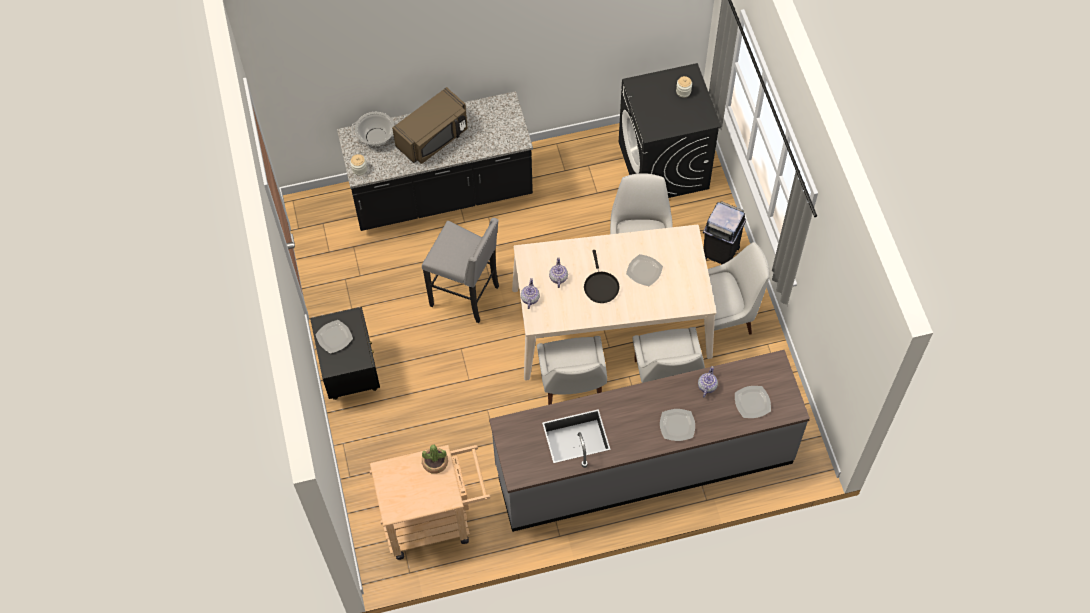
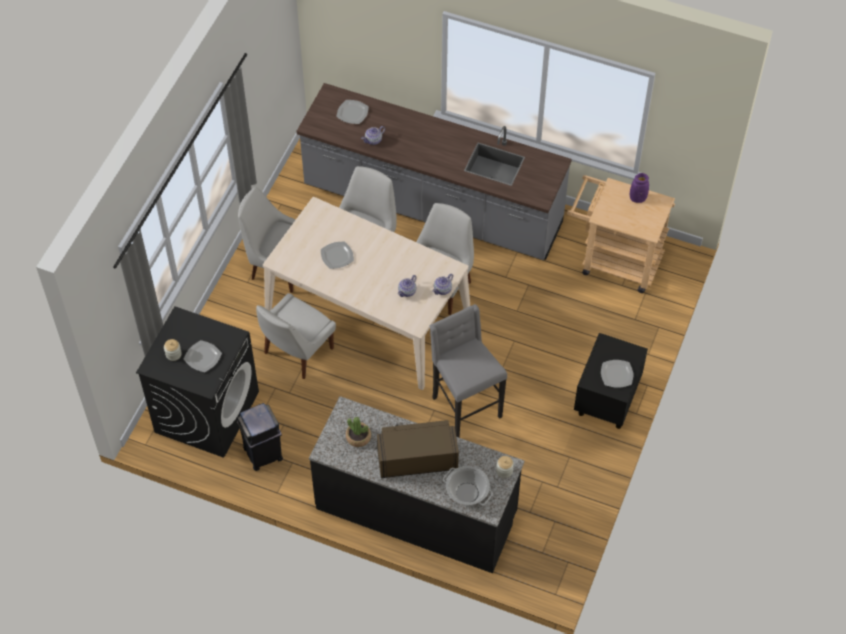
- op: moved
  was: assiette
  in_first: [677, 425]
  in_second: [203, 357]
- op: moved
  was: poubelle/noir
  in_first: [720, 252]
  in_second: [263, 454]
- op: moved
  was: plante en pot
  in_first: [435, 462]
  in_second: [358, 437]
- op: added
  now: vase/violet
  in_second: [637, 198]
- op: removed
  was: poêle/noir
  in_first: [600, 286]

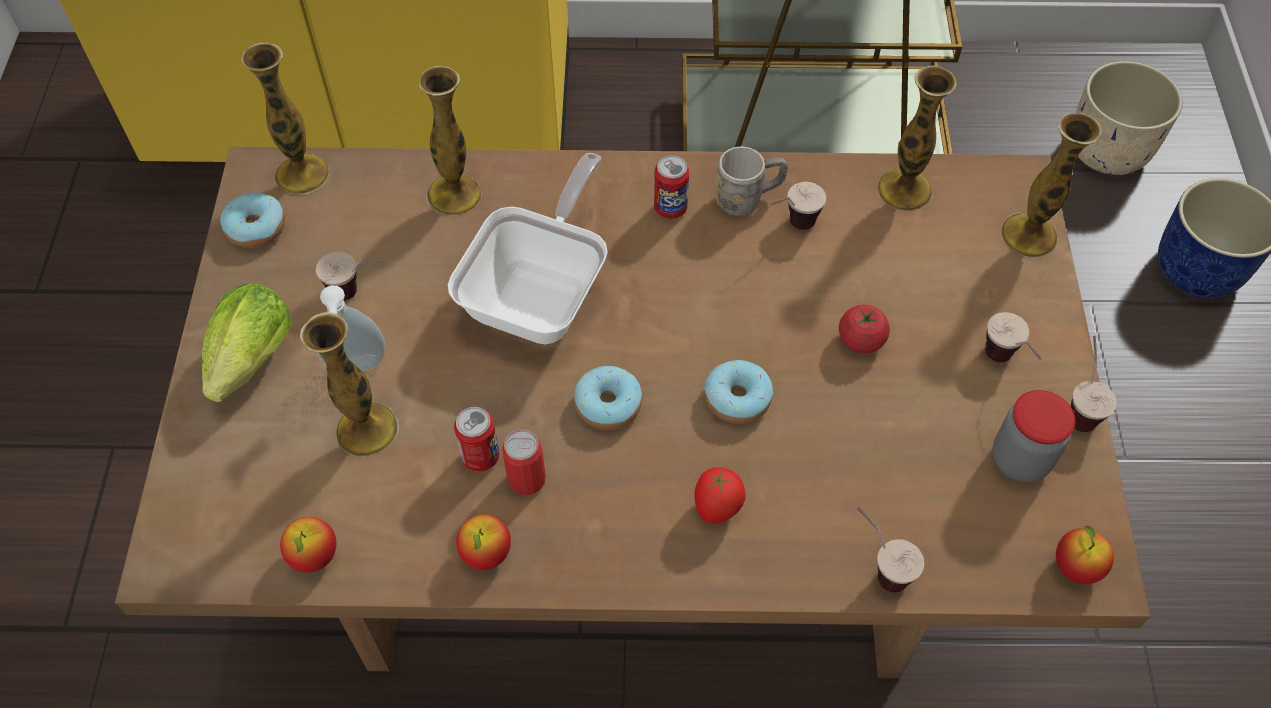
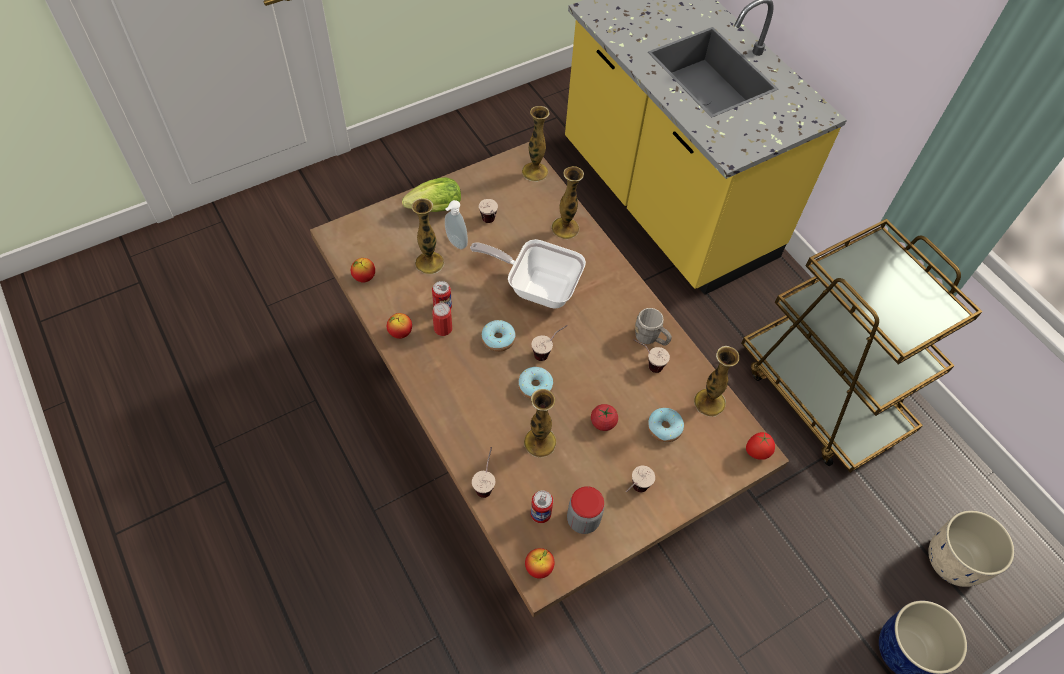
- op: turned
  was: poêle
  in_first: [542, 294]
  in_second: [537, 286]
  clockwise: -150
- op: moved
  was: vase
  in_first: [1028, 235]
  in_second: [540, 442]
- op: moved
  was: boîte métallique
  in_first: [670, 208]
  in_second: [540, 514]
- op: moved
  was: tasse
  in_first: [1079, 405]
  in_second: [548, 351]
- op: moved
  was: beignet
  in_first: [256, 228]
  in_second: [664, 428]
- op: moved
  was: tomate
  in_first: [717, 508]
  in_second: [756, 453]

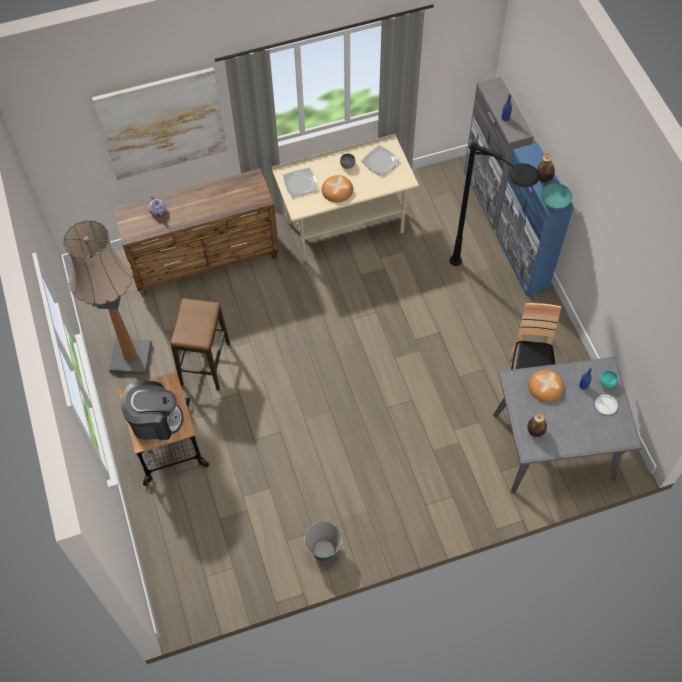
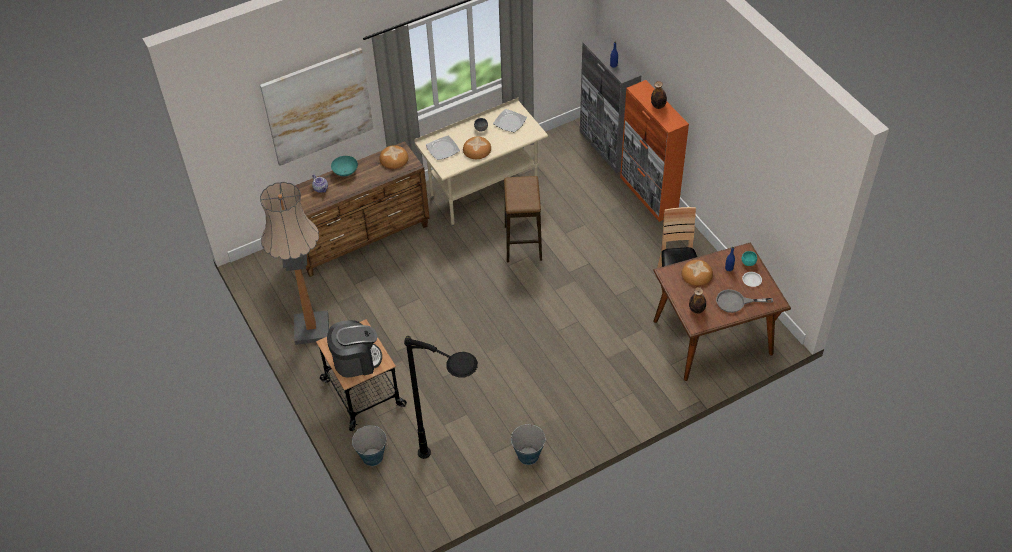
- op: moved
  was: bol/turquoise
  in_first: [555, 202]
  in_second: [346, 172]
- op: added
  now: seau
  in_second: [372, 456]
- op: added
  now: pain
  in_second: [393, 159]
- op: moved
  was: lampadaire/noir
  in_first: [485, 284]
  in_second: [458, 472]
- op: moved
  was: tabouret
  in_first: [205, 364]
  in_second: [523, 243]
- op: recoloured
  was: meuble de rangement/bleu
  now: meuble de rangement/orange
  in_first: [521, 261]
  in_second: [648, 195]
- op: recoloured
  was: table à manger/gris
  now: table à manger/marron
  in_first: [553, 446]
  in_second: [712, 337]
- op: added
  now: poêle/gris
  in_second: [736, 302]

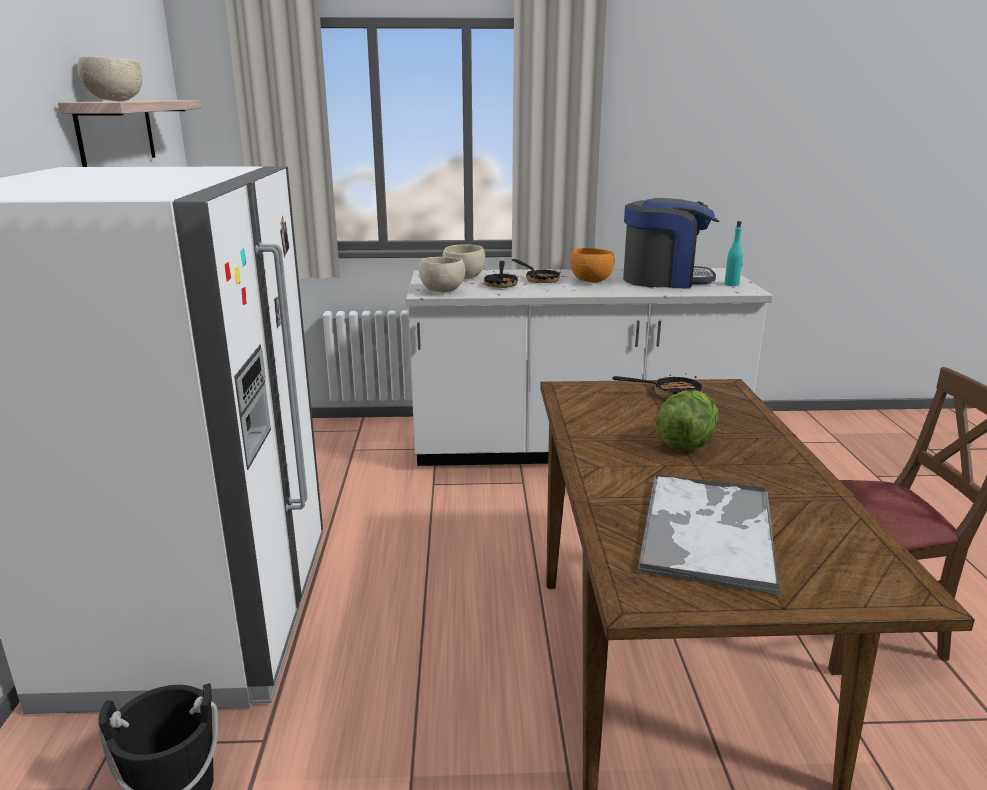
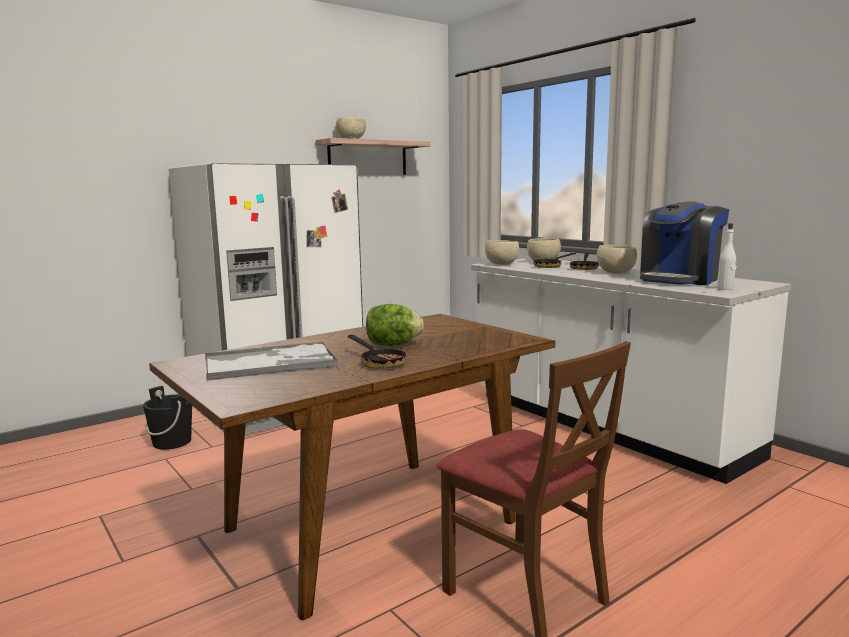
- op: moved
  was: poêle
  in_first: [669, 394]
  in_second: [379, 362]
- op: recoloured
  was: bol/orange
  now: bol/beige
  in_first: [591, 281]
  in_second: [616, 273]
- op: turned
  was: machine à café
  in_first: [665, 279]
  in_second: [679, 279]
  clockwise: 75
- op: recoloured
  was: bouteille/turquoise
  now: bouteille/blanc
  in_first: [732, 284]
  in_second: [725, 289]

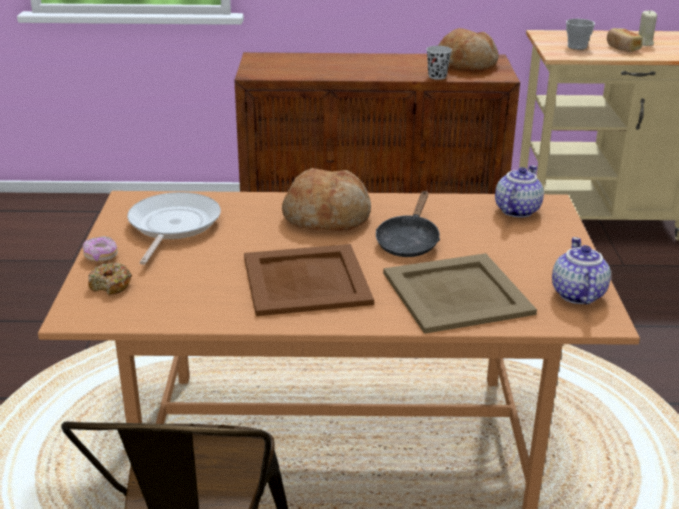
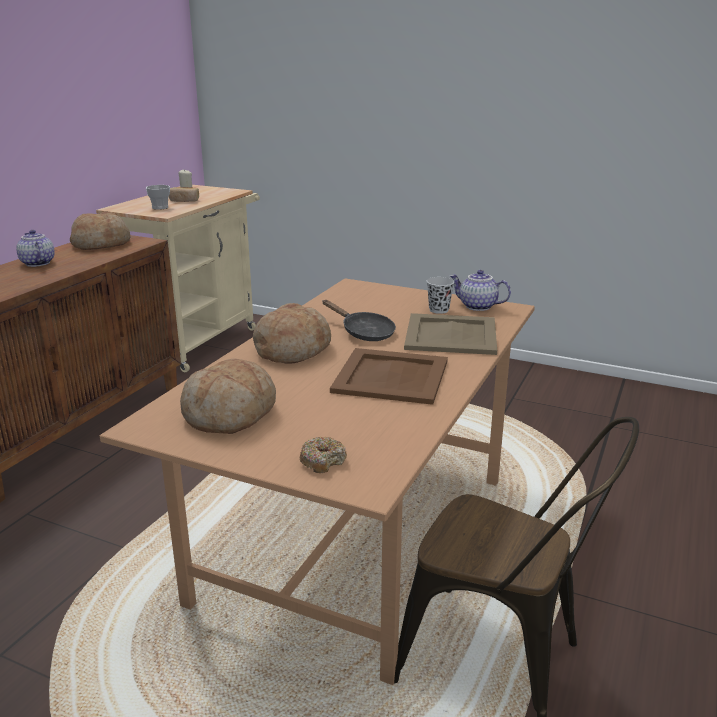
- op: moved
  was: théière
  in_first: [516, 210]
  in_second: [36, 263]
- op: replaced
  was: poêle
  now: pain
  in_first: [172, 226]
  in_second: [230, 414]
- op: moved
  was: tasse/noir
  in_first: [437, 76]
  in_second: [439, 310]
- op: removed
  was: beignet
  in_first: [101, 256]

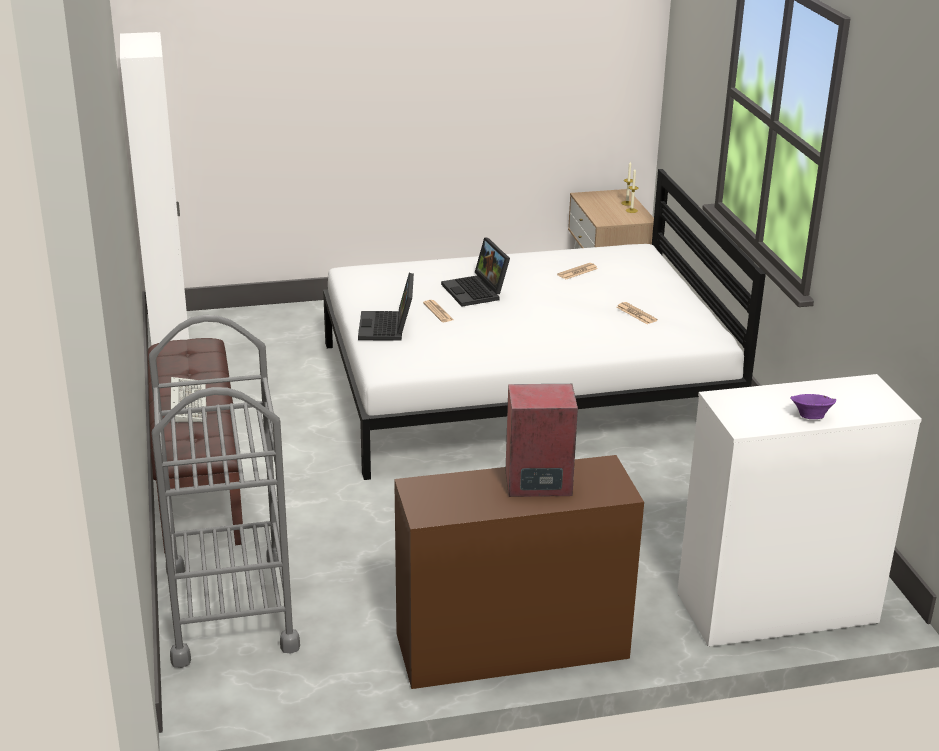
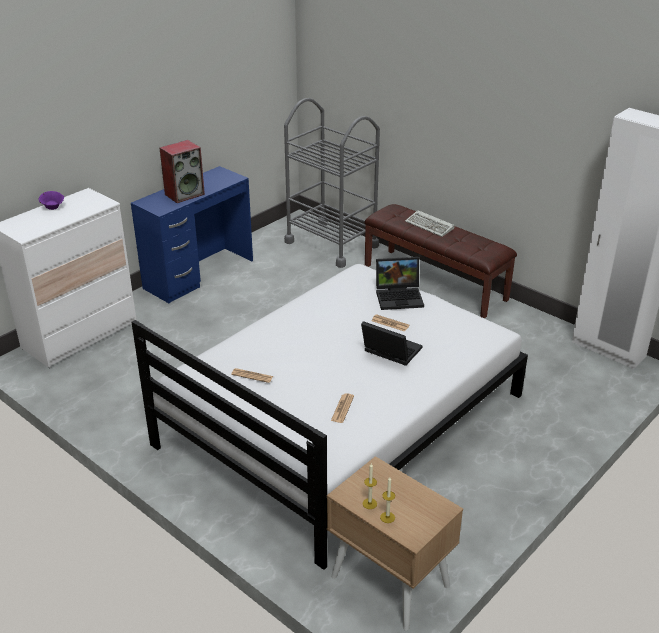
- op: recoloured
  was: bureau/marron
  now: bureau/bleu
  in_first: [511, 646]
  in_second: [199, 274]
- op: turned
  was: ordinateur portable
  in_first: [388, 328]
  in_second: [400, 297]
  clockwise: 120

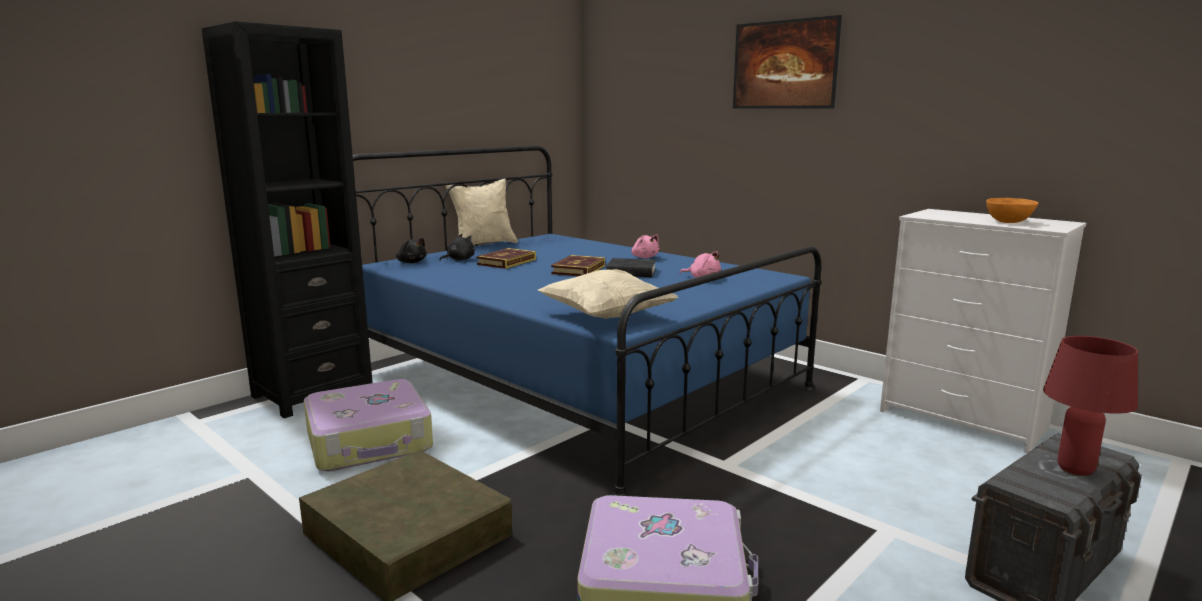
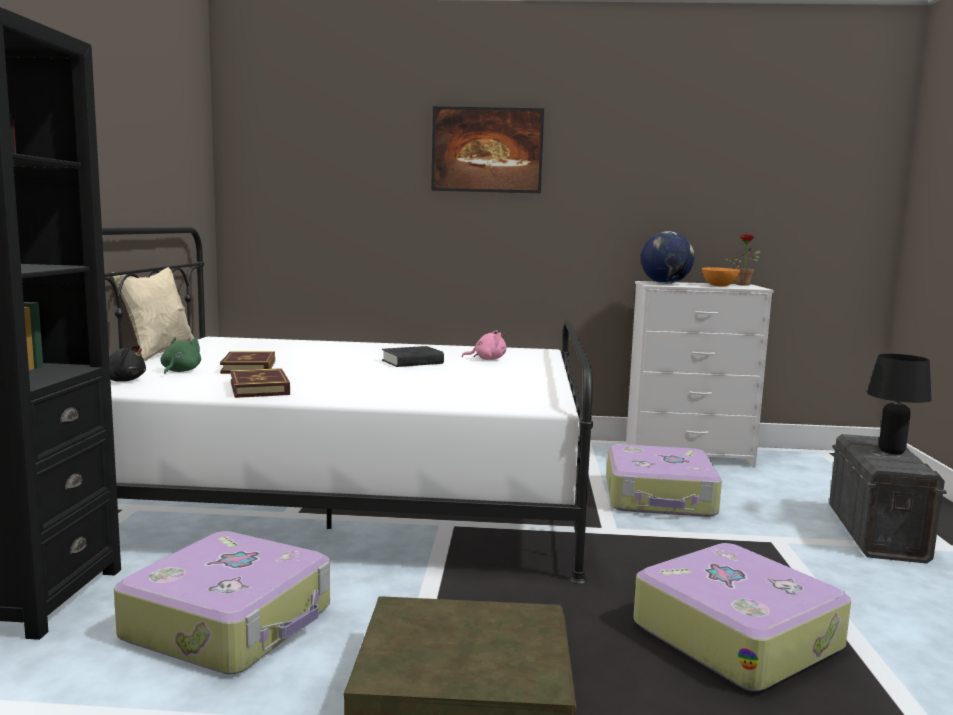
- op: recoloured
  was: lit/bleu
  now: lit/blanc
  in_first: [575, 378]
  in_second: [350, 494]
- op: recoloured
  was: peluche/noir
  now: peluche/vert
  in_first: [459, 260]
  in_second: [180, 371]
- op: moved
  was: livre
  in_first: [578, 270]
  in_second: [259, 388]
- op: added
  now: valise
  in_second: [660, 497]
- op: added
  now: globe
  in_second: [665, 283]
- op: added
  now: plante en pot
  in_second: [743, 284]
- op: recoloured
  was: lampe de table/rouge
  now: lampe de table/noir
  in_first: [1074, 469]
  in_second: [890, 451]
- op: removed
  was: coussin/beige
  in_first: [606, 317]
- op: removed
  was: peluche/rose
  in_first: [644, 257]

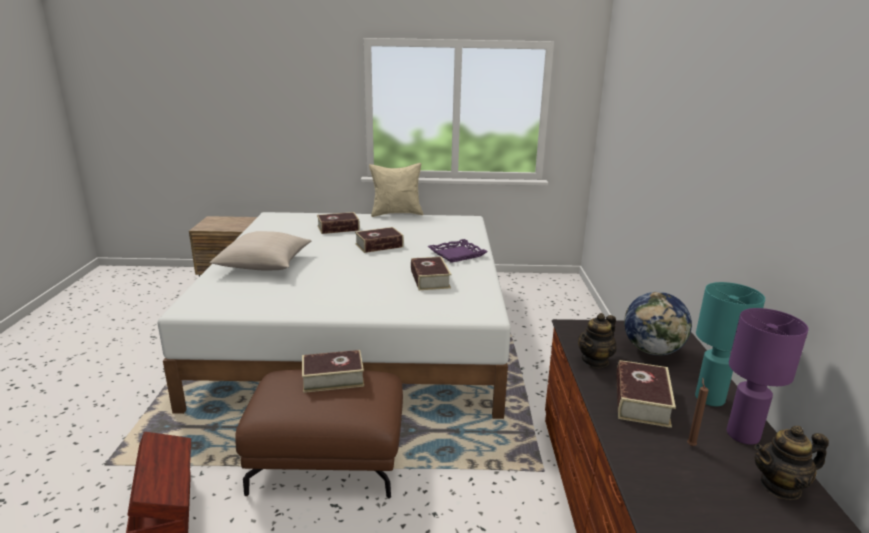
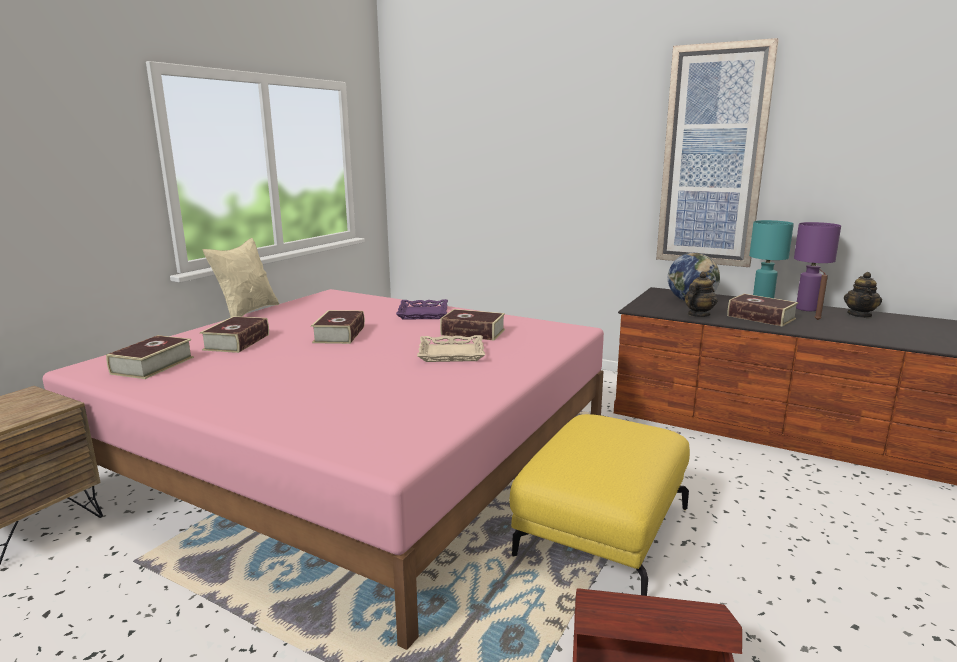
- op: recoloured
  was: lit/blanc
  now: lit/rose
  in_first: [360, 332]
  in_second: [358, 456]
- op: moved
  was: livre
  in_first: [333, 378]
  in_second: [152, 365]
- op: added
  now: plateau/beige
  in_second: [451, 353]
- op: recoloured
  was: pouf/marron
  now: pouf/jaune
  in_first: [328, 457]
  in_second: [601, 530]
- op: added
  now: tableau
  in_second: [713, 157]
- op: turned
  was: théière
  in_first: [595, 361]
  in_second: [698, 315]
  clockwise: -120
- op: removed
  was: coussin/beige
  in_first: [264, 264]

